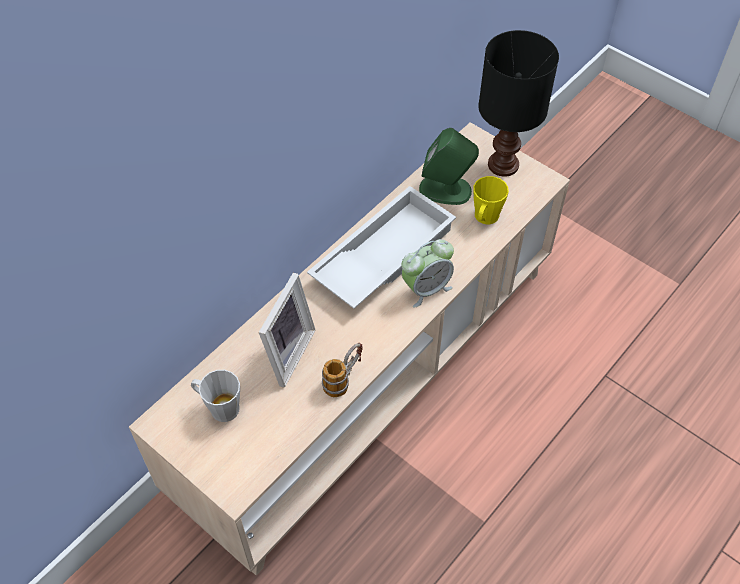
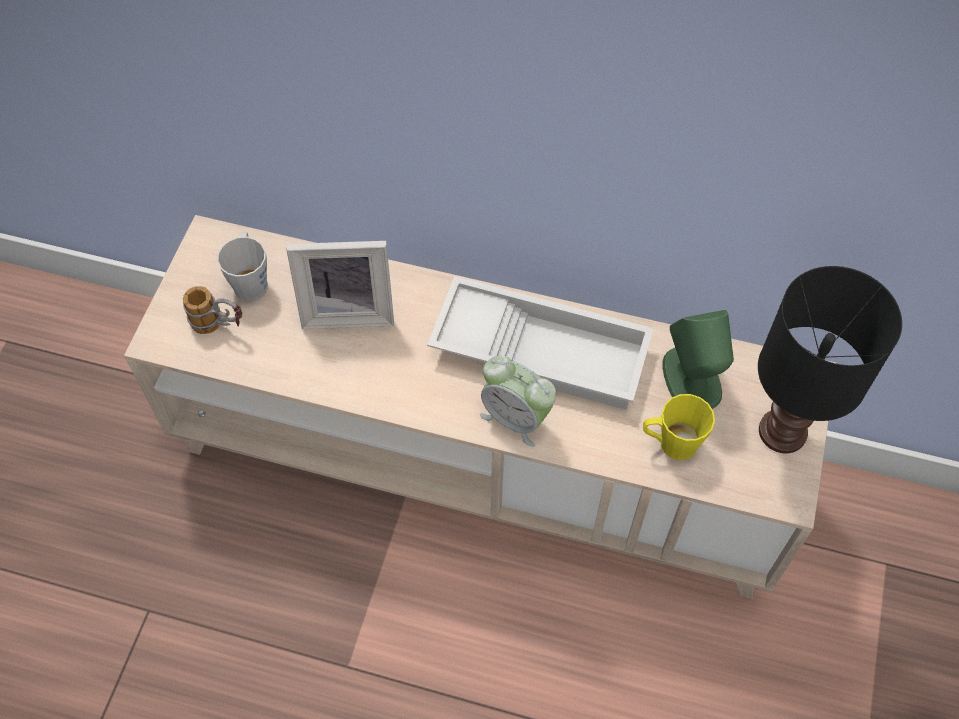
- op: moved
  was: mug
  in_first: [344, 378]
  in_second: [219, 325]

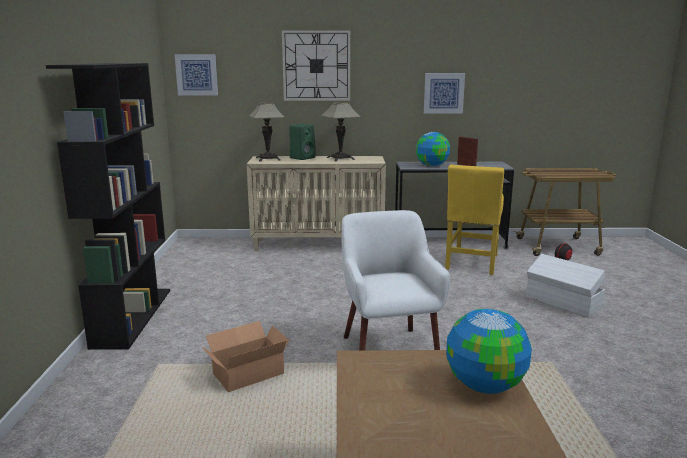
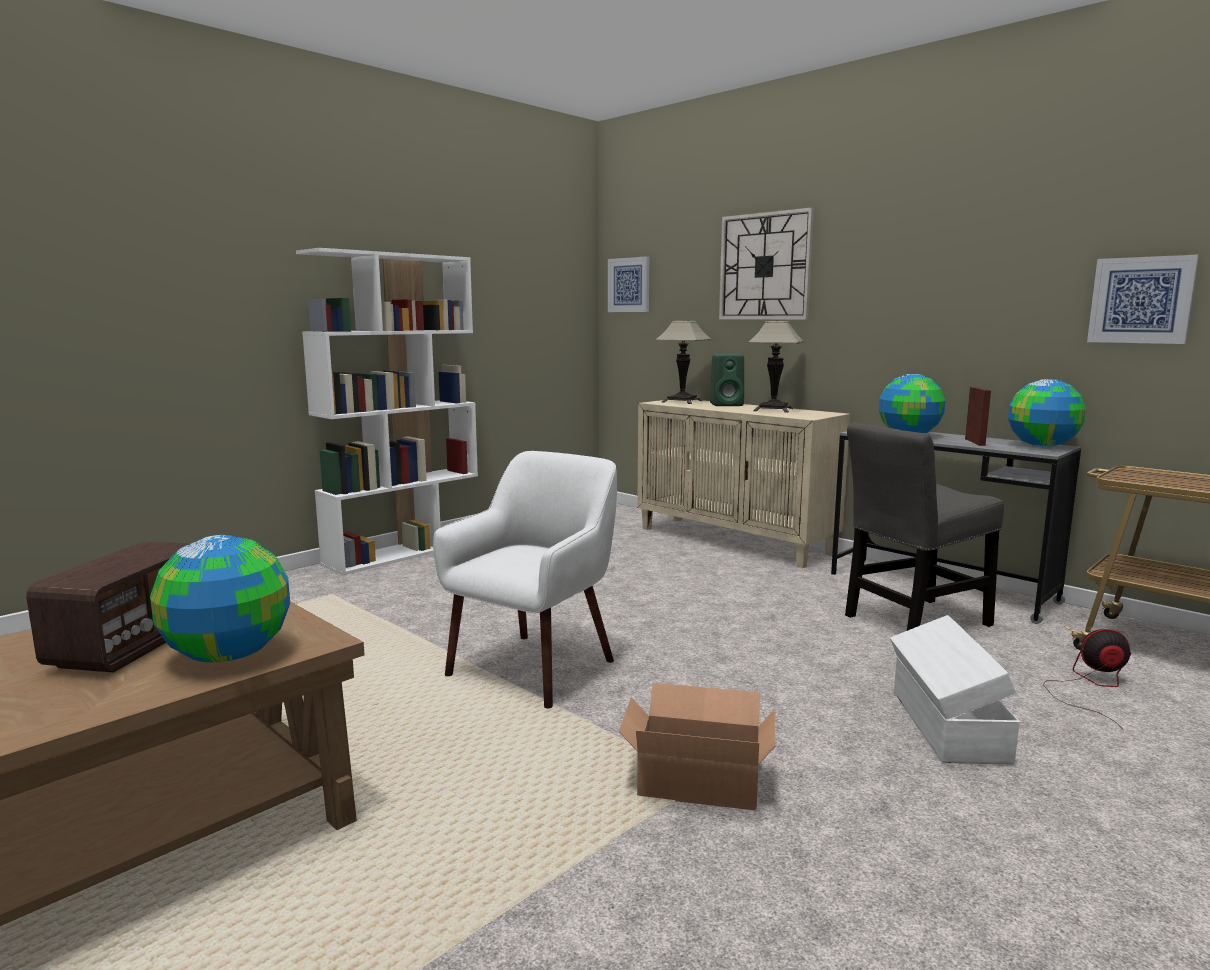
- op: added
  now: radio
  in_second: [135, 643]
- op: recoloured
  was: bibliothèque/noir
  now: bibliothèque/blanc
  in_first: [132, 316]
  in_second: [404, 552]
- op: moved
  was: carton
  in_first: [246, 373]
  in_second: [696, 778]
- op: recoloured
  was: chaise/jaune
  now: chaise/gris
  in_first: [472, 263]
  in_second: [913, 622]
- op: added
  now: globe
  in_second: [1042, 446]
- op: moved
  was: tableau
  in_first: [443, 93]
  in_second: [1141, 300]

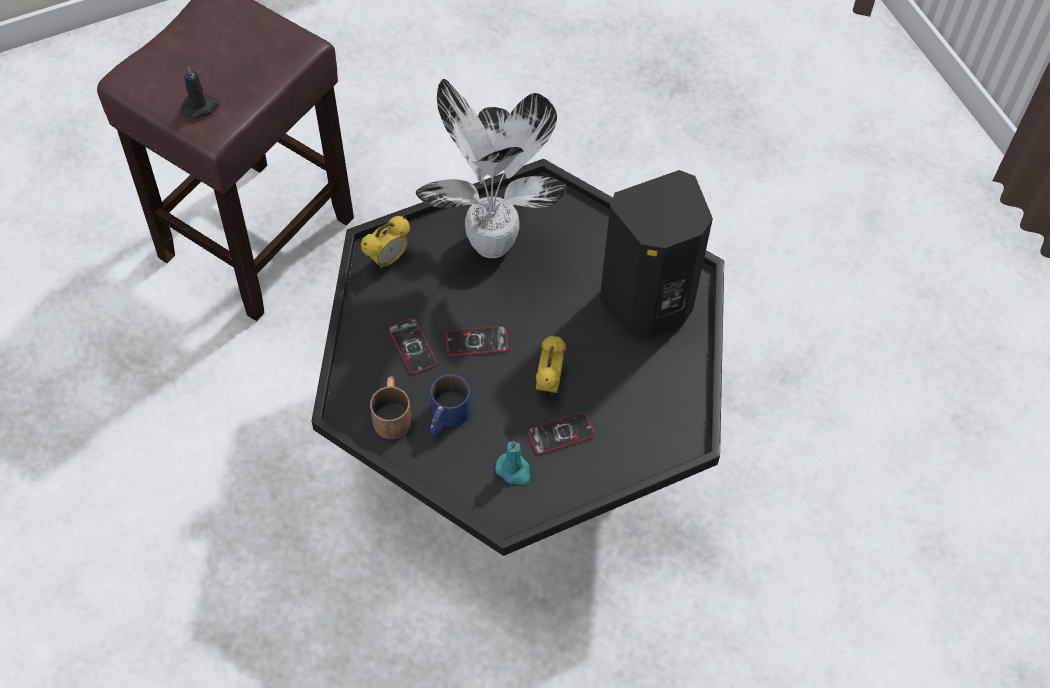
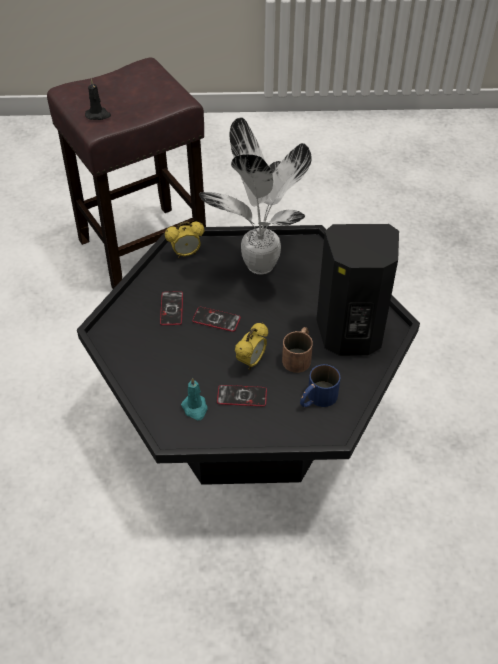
- op: moved
  was: mug/marron
  in_first: [392, 413]
  in_second: [299, 355]
- op: moved
  was: mug/bleu
  in_first: [446, 417]
  in_second: [317, 398]

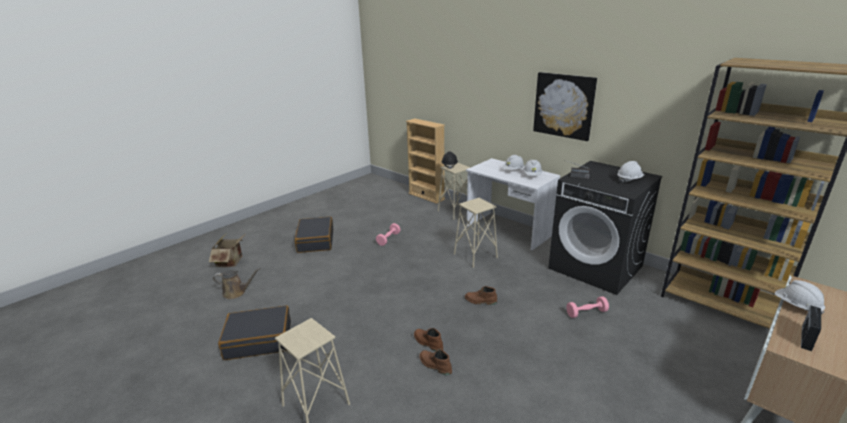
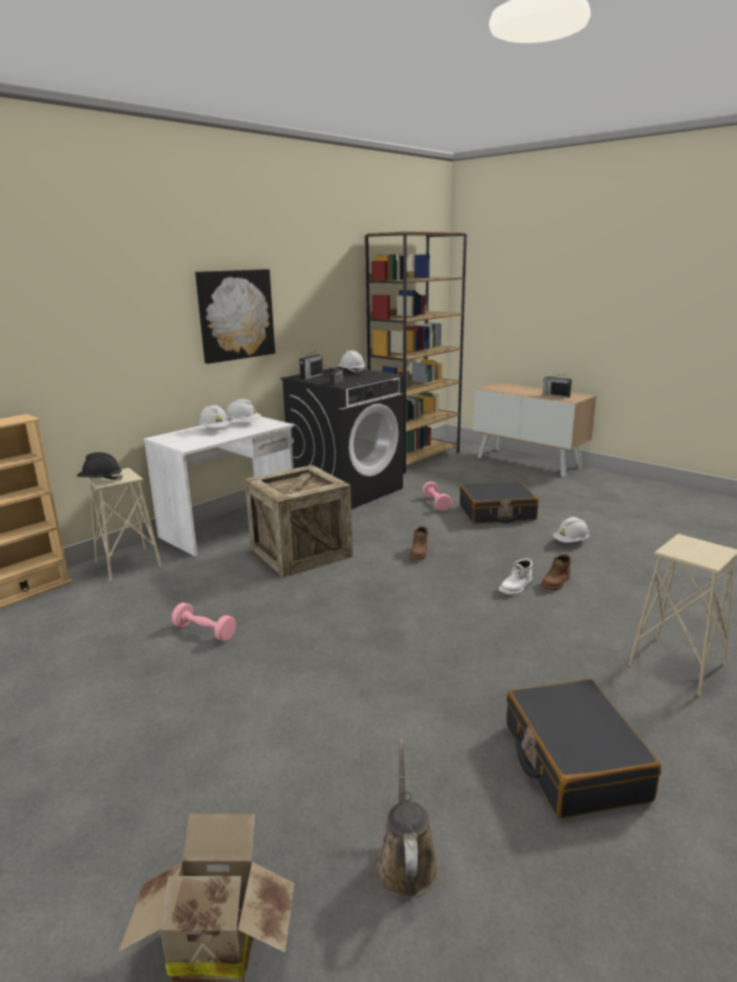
- op: replaced
  was: tabouret/beige
  now: caisse
  in_first: [475, 256]
  in_second: [300, 552]
- op: added
  now: radio
  in_second: [311, 377]
- op: moved
  was: valise/noir
  in_first: [315, 241]
  in_second: [497, 513]
- op: recoloured
  was: botte/marron
  now: botte/blanc
  in_first: [427, 343]
  in_second: [516, 588]
- op: moved
  was: casque de chantier/blanc
  in_first: [796, 306]
  in_second: [571, 542]

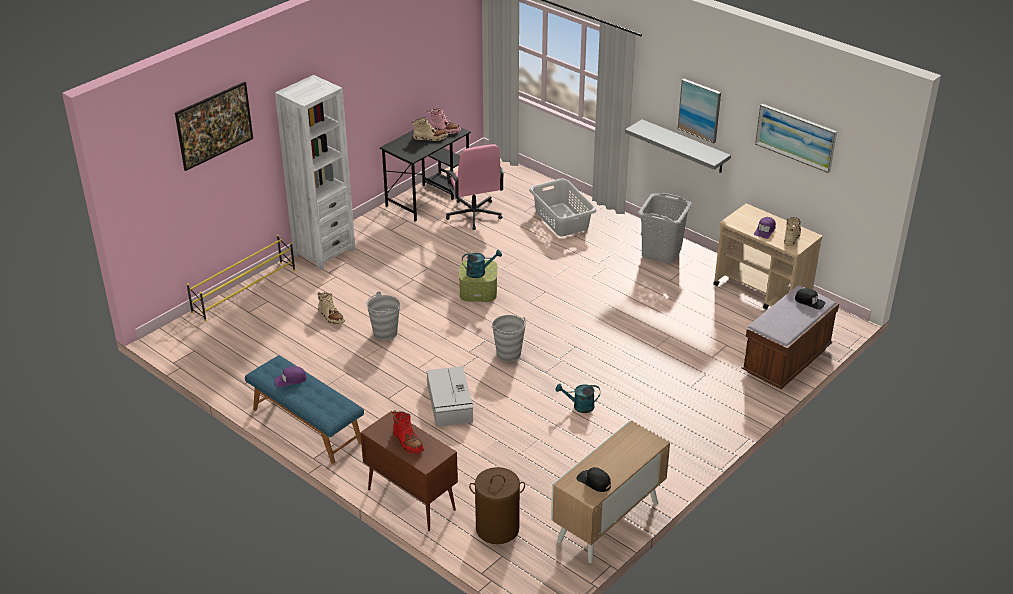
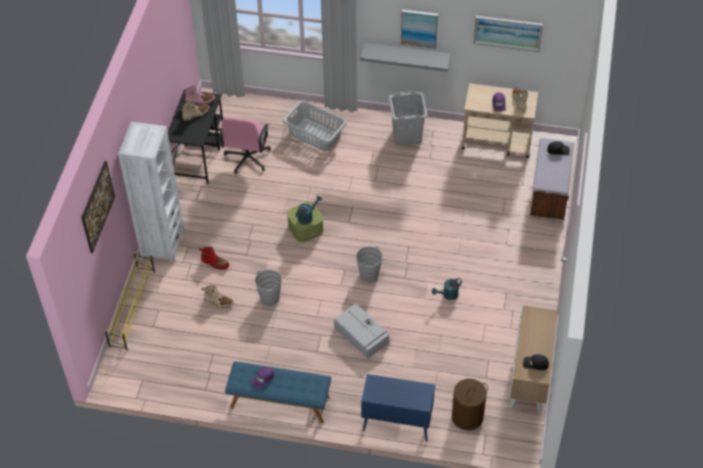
- op: moved
  was: botte/rouge
  in_first: [407, 442]
  in_second: [215, 263]
- op: turned
  was: chaise de bureau/rose
  in_first: [474, 215]
  in_second: [247, 158]
  clockwise: 60
- op: recoloured
  was: meuble de rangement/marron
  now: meuble de rangement/bleu
  in_first: [410, 499]
  in_second: [396, 424]

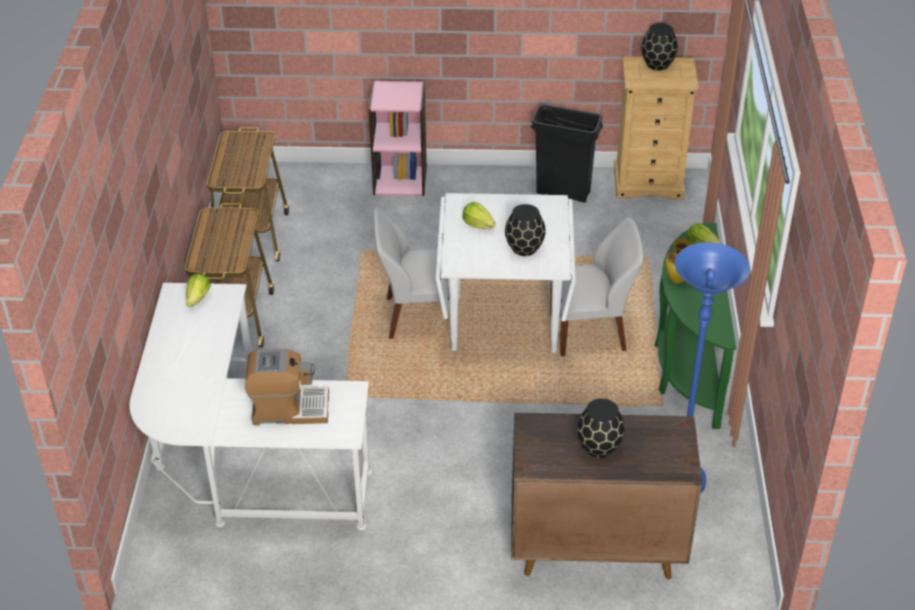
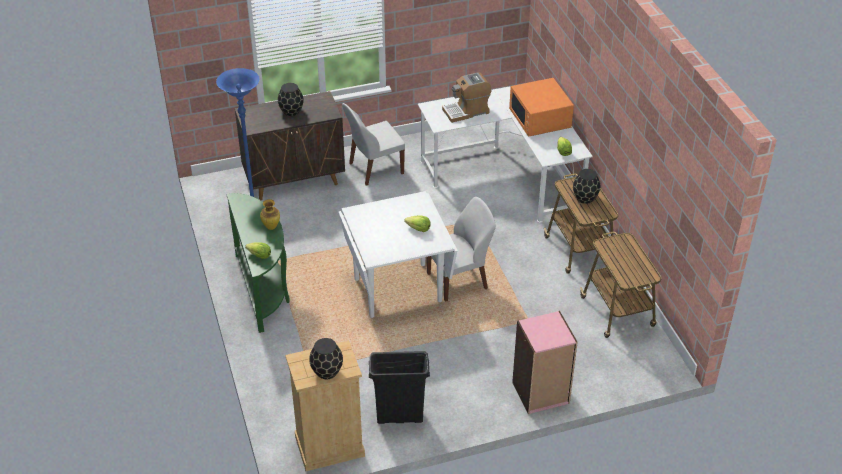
- op: moved
  was: chaise/blanc
  in_first: [590, 332]
  in_second: [374, 169]
- op: added
  now: micro-ondes/orange
  in_second: [540, 119]
- op: moved
  was: vase/noir
  in_first: [524, 248]
  in_second: [585, 198]

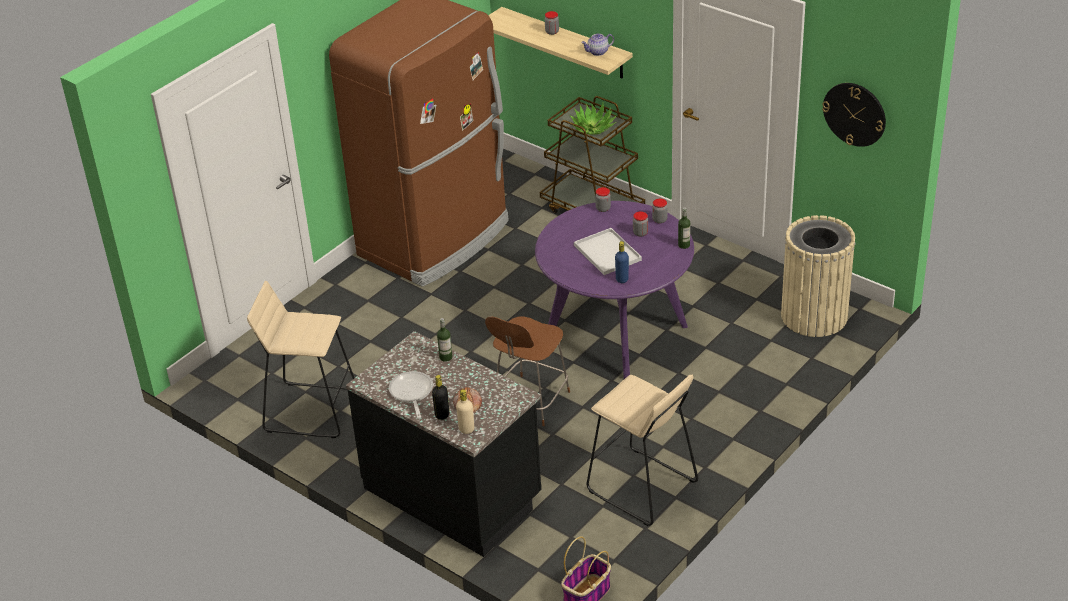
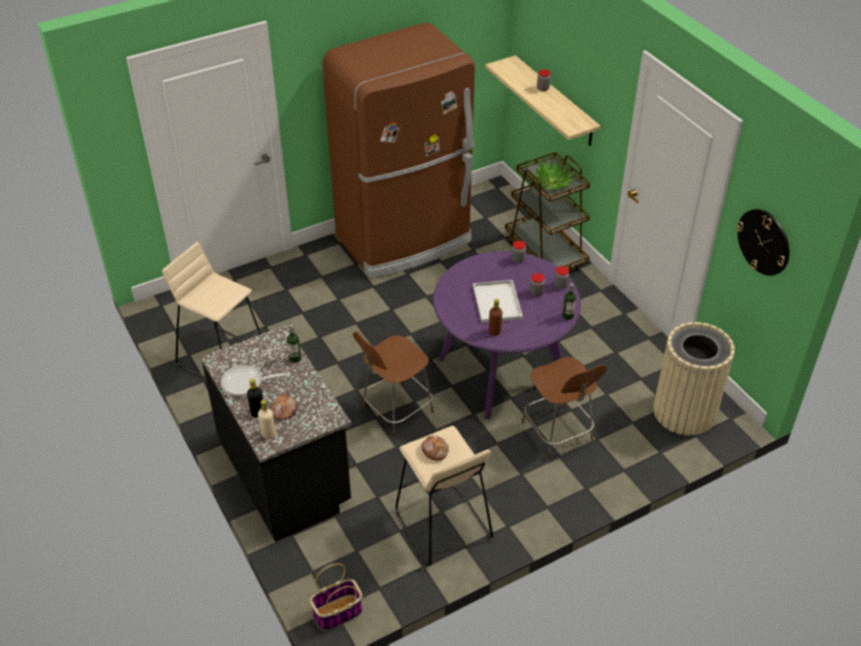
- op: turned
  was: poêle
  in_first: [411, 393]
  in_second: [246, 383]
  clockwise: -105
- op: added
  now: pain
  in_second: [435, 450]
- op: recoloured
  was: bouteille/bleu
  now: bouteille/marron
  in_first: [622, 279]
  in_second: [494, 332]
- op: added
  now: chaise/marron
  in_second: [558, 433]
- op: removed
  was: théière
  in_first: [598, 52]

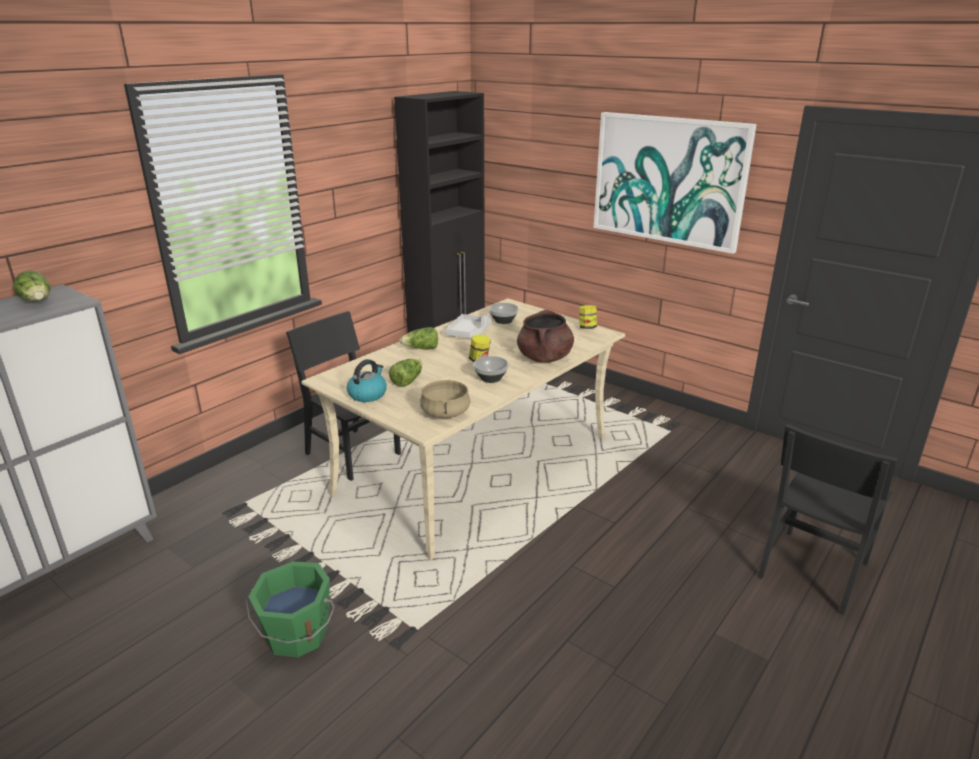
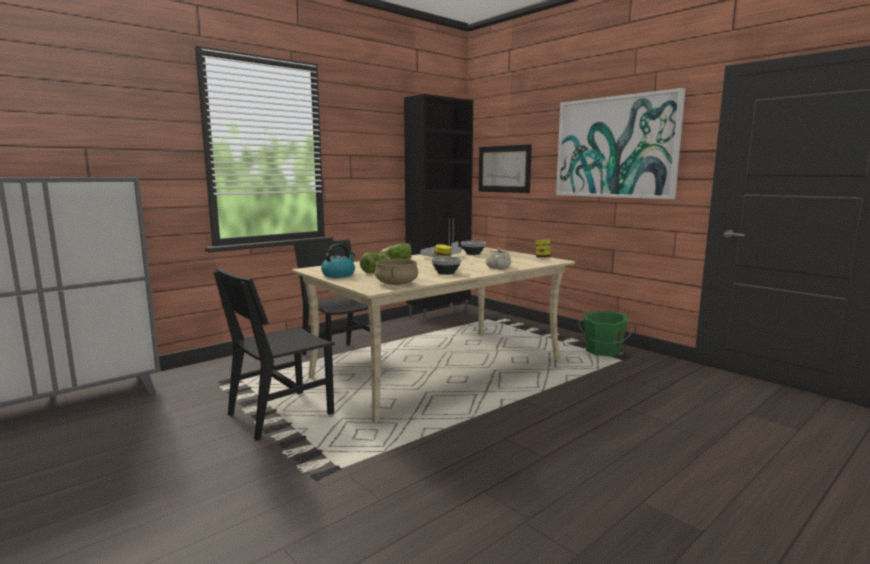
- op: moved
  was: chaise/noir
  in_first: [813, 569]
  in_second: [280, 414]
- op: added
  now: tableau
  in_second: [504, 169]
- op: replaced
  was: marmite/marron
  now: théière/beige
  in_first: [544, 358]
  in_second: [498, 267]
- op: moved
  was: seau/vert
  in_first: [296, 635]
  in_second: [602, 351]
- op: removed
  was: laitue
  in_first: [38, 301]

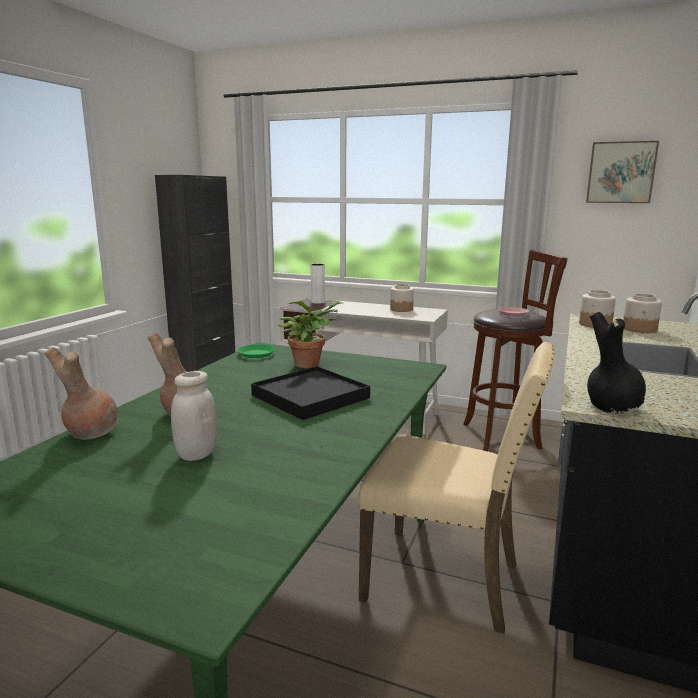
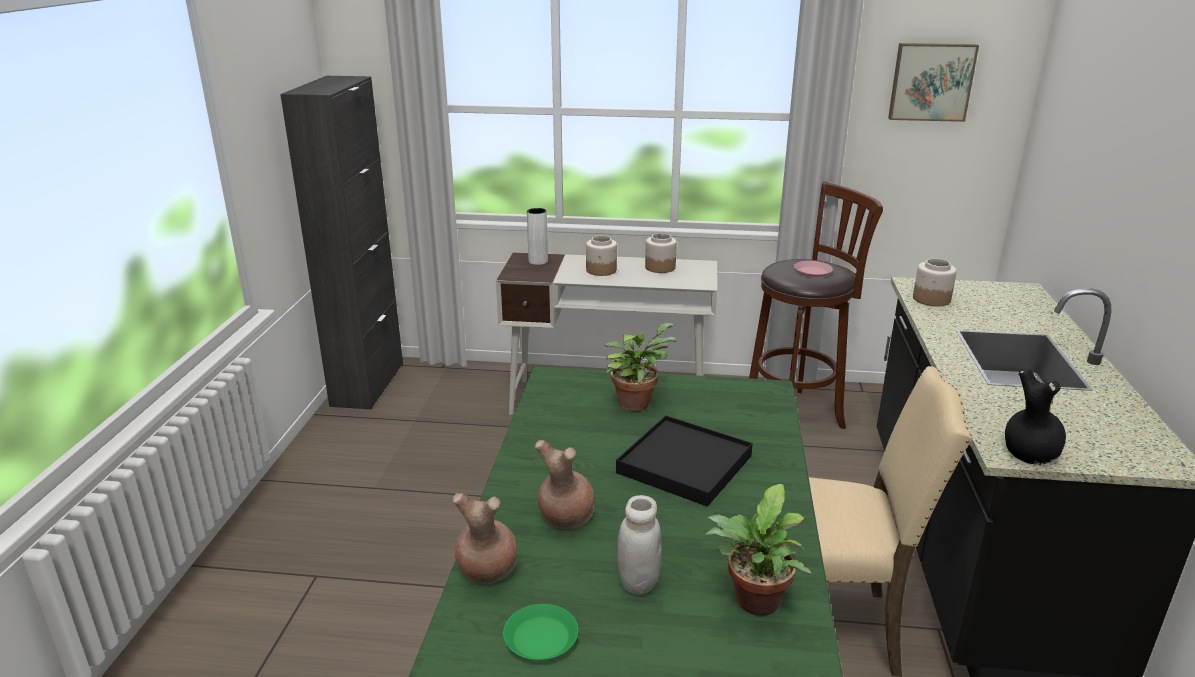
- op: moved
  was: assiette/vert
  in_first: [256, 354]
  in_second: [540, 638]
- op: moved
  was: bocal
  in_first: [639, 329]
  in_second: [601, 270]
- op: added
  now: plante en pot
  in_second: [754, 605]

